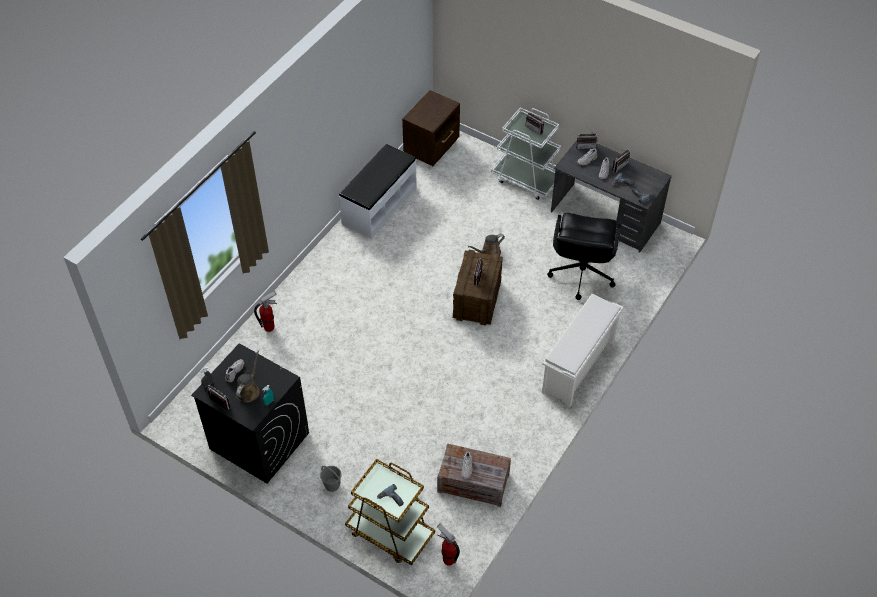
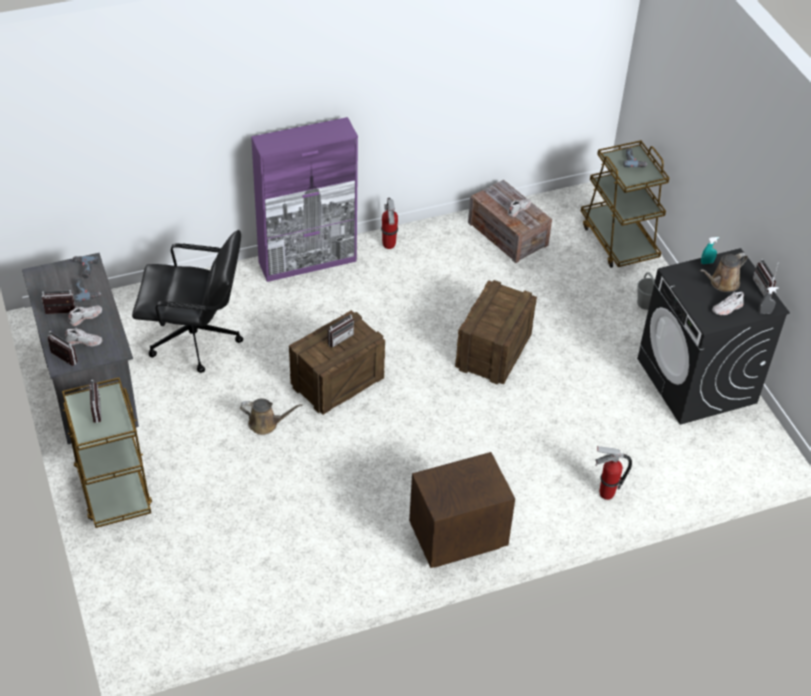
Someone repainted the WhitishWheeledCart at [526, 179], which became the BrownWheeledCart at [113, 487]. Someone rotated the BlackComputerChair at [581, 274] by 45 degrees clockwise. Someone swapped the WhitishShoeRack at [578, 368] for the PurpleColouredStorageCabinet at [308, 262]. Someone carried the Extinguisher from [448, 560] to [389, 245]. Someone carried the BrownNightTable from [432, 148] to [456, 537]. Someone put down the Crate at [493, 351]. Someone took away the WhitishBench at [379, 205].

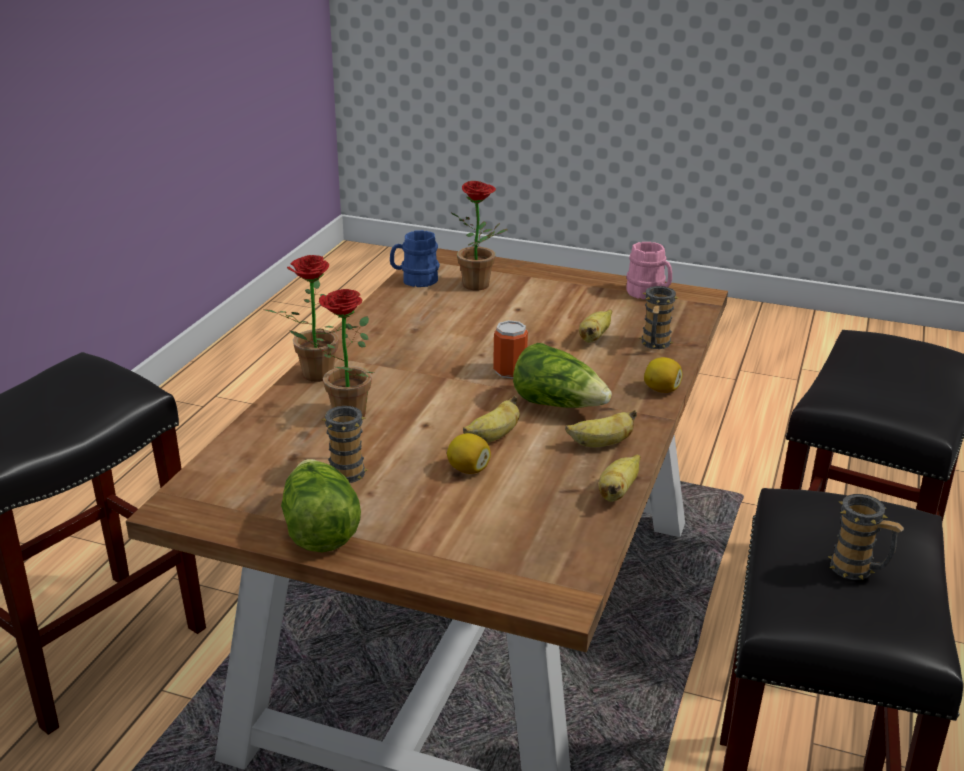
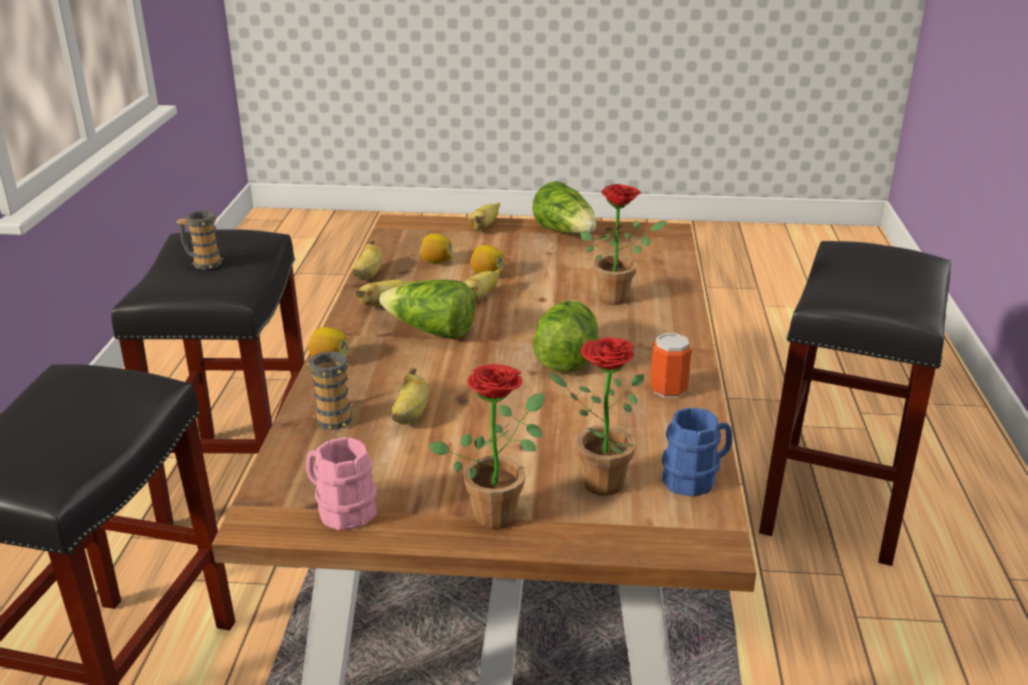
Someone put down the WholeLemon at [436, 262]. Someone carried the Houseplant from [313, 377] to [498, 510]. Someone put down the WholeBanana at [484, 227]. Someone put down the LettuceHead at [565, 356]. Someone carried the Can from [510, 371] to [668, 389]. Someone took away the CoffeeMug at [347, 469].

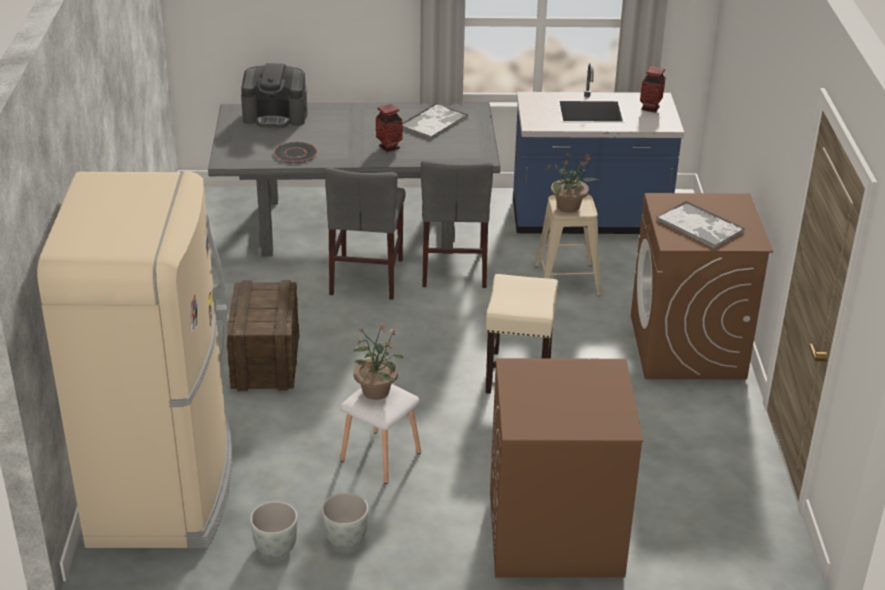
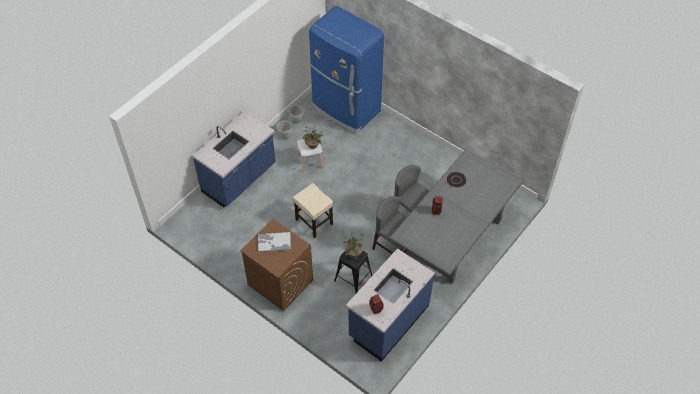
Someone swapped the BrownWashingMachine at [554, 534] for the BlueCounter at [239, 179]. Someone repainted the SandColouredRefrigerator at [164, 486], which became the BlueRefrigerator at [345, 109]. Someone repainted the SandColouredSittingStool at [567, 281], which became the BlackSittingStool at [353, 278]. Someone took away the Crate at [265, 361]. Someone took away the CoffeeBrewer at [276, 116]. Someone took away the Tray at [434, 122].

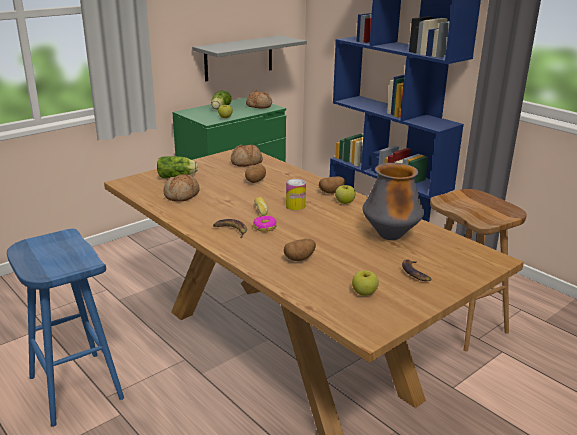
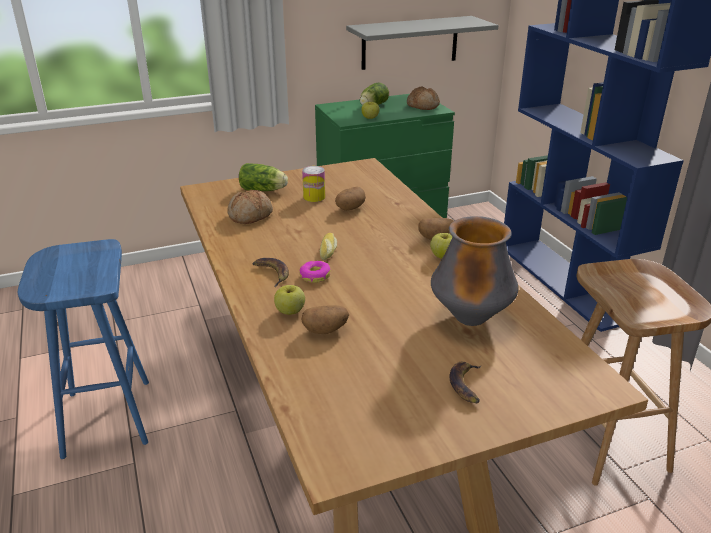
Someone carried the AppleFruit from [364, 293] to [290, 311]. Someone carried the Can from [295, 206] to [314, 197]. Someone took away the BakedBread at [246, 162].

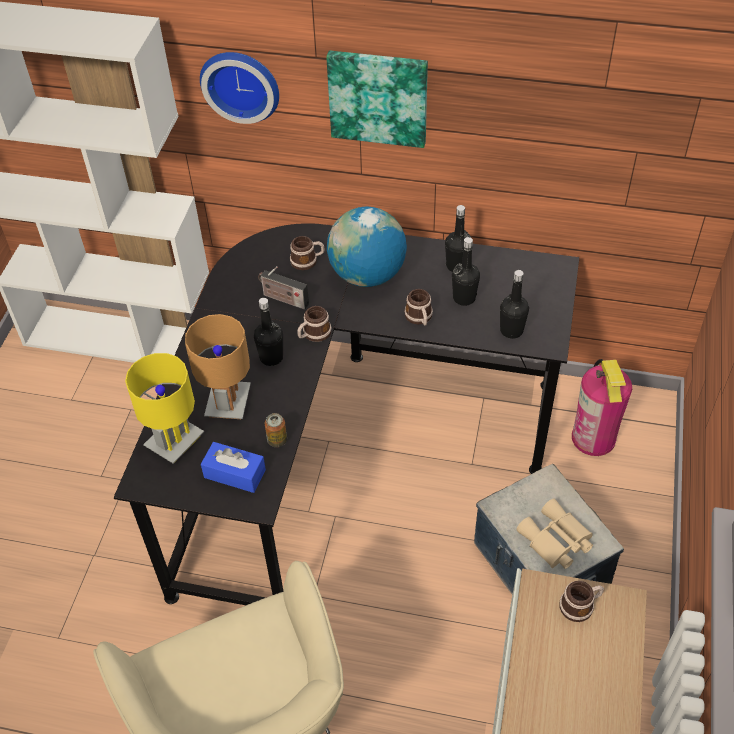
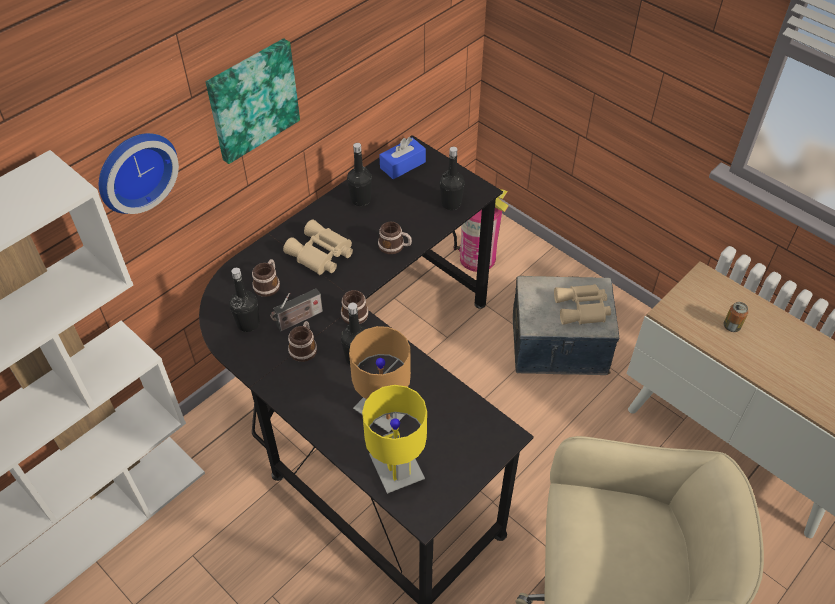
Someone carried the BlackBeverageBottle from [464, 298] to [248, 323]. Someone swapped the WorldGlobe at [367, 275] for the SandColouredBinoculars at [320, 255]. Someone carried the CoffeeMug from [580, 605] to [304, 347]. Someone carried the BlueTissueBox from [234, 474] to [402, 165]. Someone carried the Can from [277, 440] to [731, 326].

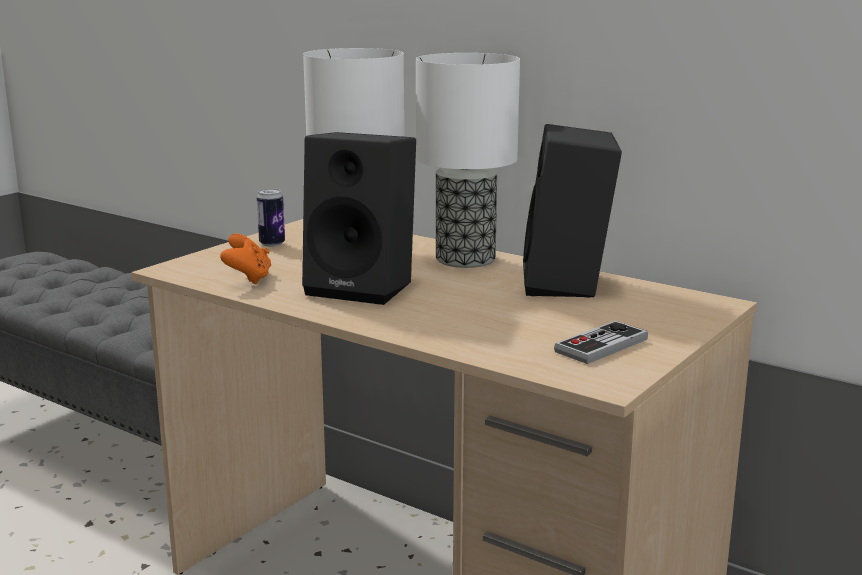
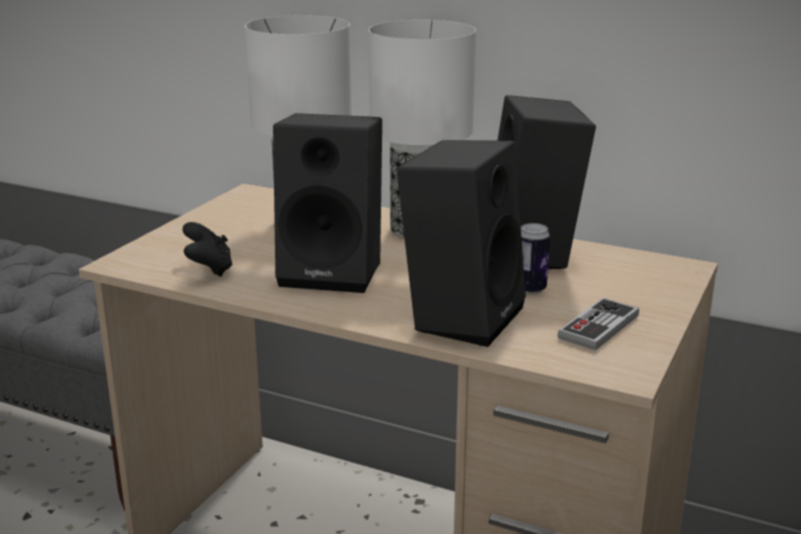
Someone repainted the OrangeyJoypad at [248, 278], which became the BlackJoypad at [209, 269]. Someone put down the BlackAudioSpeaker at [460, 316]. Someone carried the Can from [272, 244] to [530, 289].

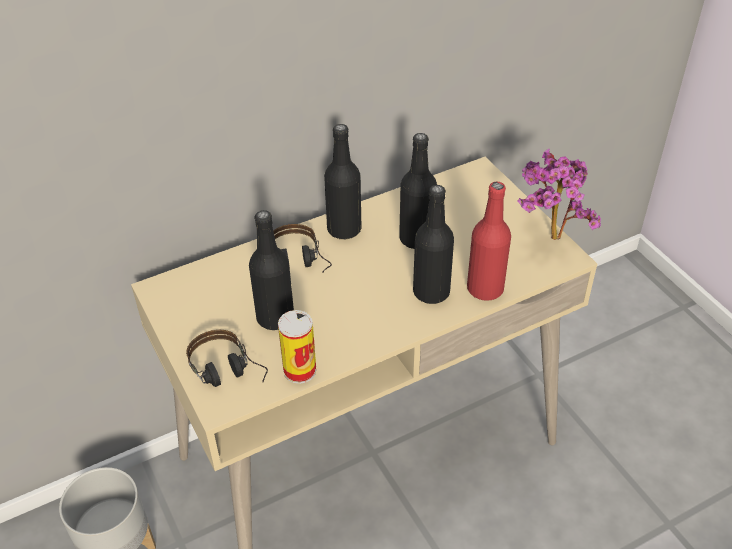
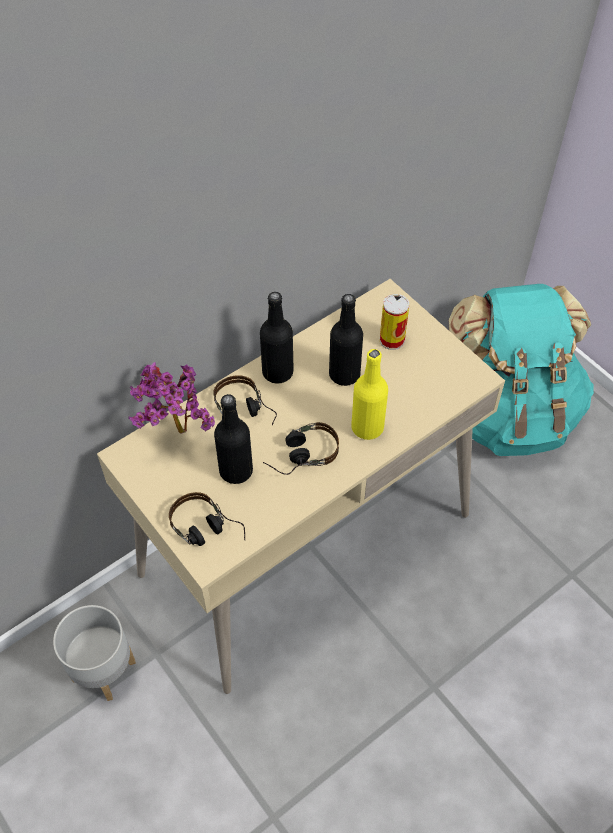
Someone carried the Houseplant from [547, 240] to [175, 434]. Someone put down the Headset at [299, 455]. Someone repainted the BlackBeverageBottle at [431, 292], which became the YellowBeverageBottle at [367, 427]. Someone carried the Can from [299, 370] to [392, 340]. Someone put down the TurquoiseColouredKnapsack at [508, 414]. Someone took away the RedColouredBeverageBottle at [485, 289].

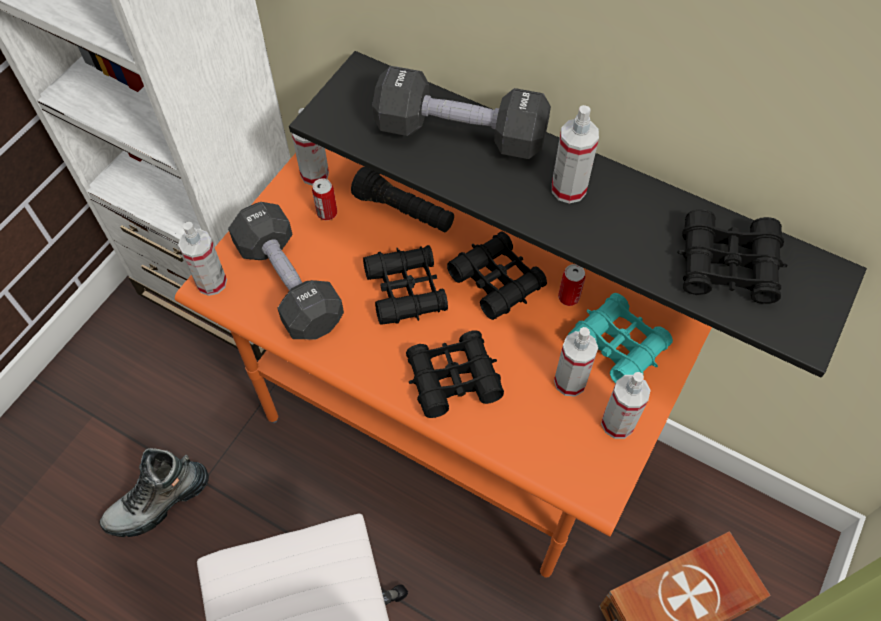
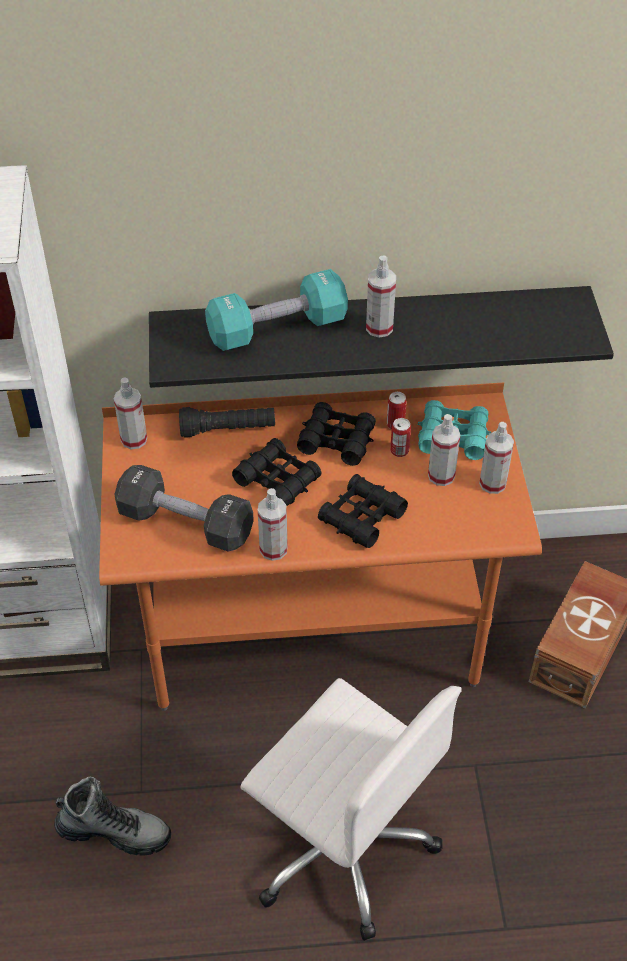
Someone rotated the TallBoot at [158, 502] by 105 degrees counterclockwise. Someone repainted the BlackDumbbell at [460, 134], which became the TurquoiseColouredDumbbell at [277, 329]. Someone carried the SprayBottle from [211, 282] to [273, 549]. Someone carried the Can from [327, 213] to [399, 451]. Someone took away the BlackBinoculars at [727, 266].

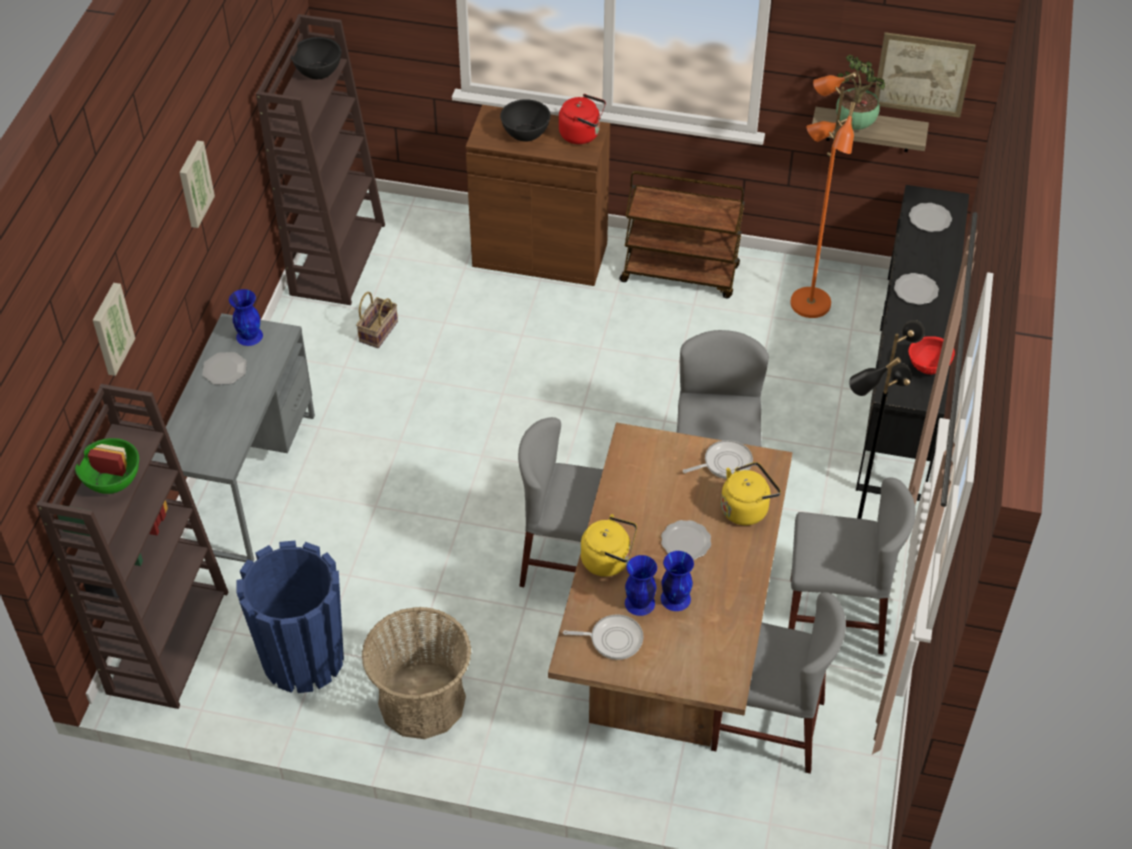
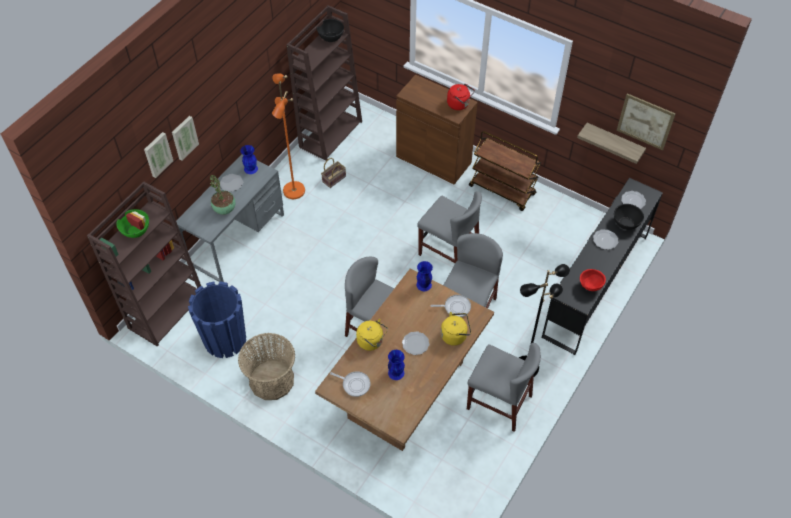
Someone carried the WallPicture from [194, 184] to [184, 137]. Someone carried the Houseplant from [856, 125] to [225, 210]. Someone carried the OrangeyFloorLamp from [809, 304] to [293, 190]. Someone carried the GrayChair from [767, 725] to [448, 252]. Someone carried the BlueFlowerVase from [639, 603] to [423, 285]. Someone carried the BlackServingBowl from [525, 133] to [626, 223].

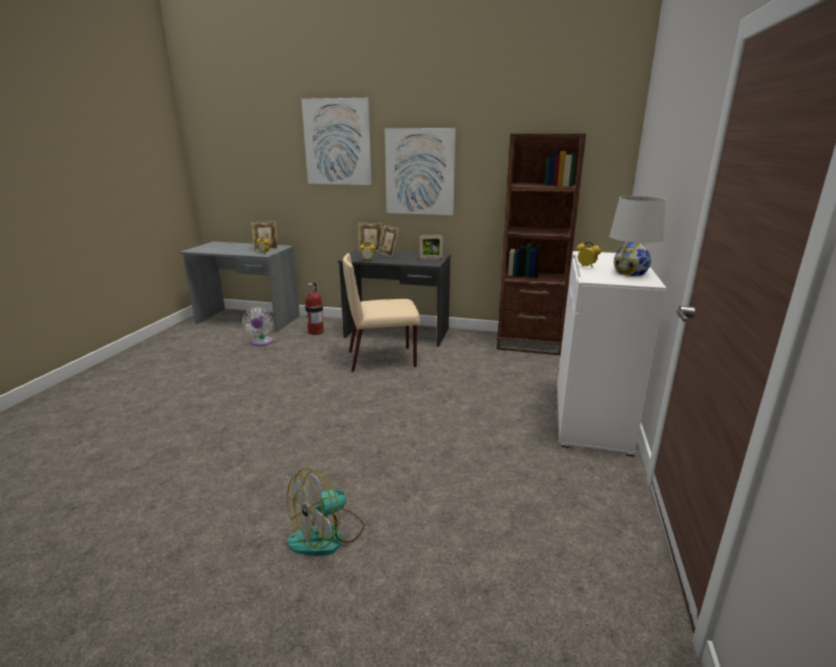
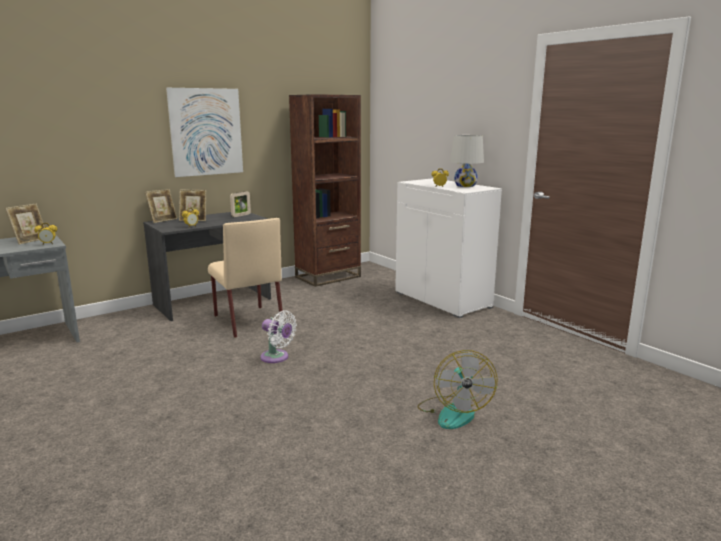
Someone rotated the SandColouredChair at [383, 359] by 60 degrees counterclockwise. Someone carried the WhitishElectricFan from [261, 342] to [277, 358]. Someone took away the WallPicture at [337, 142]. Someone took away the Extinguisher at [316, 332].

